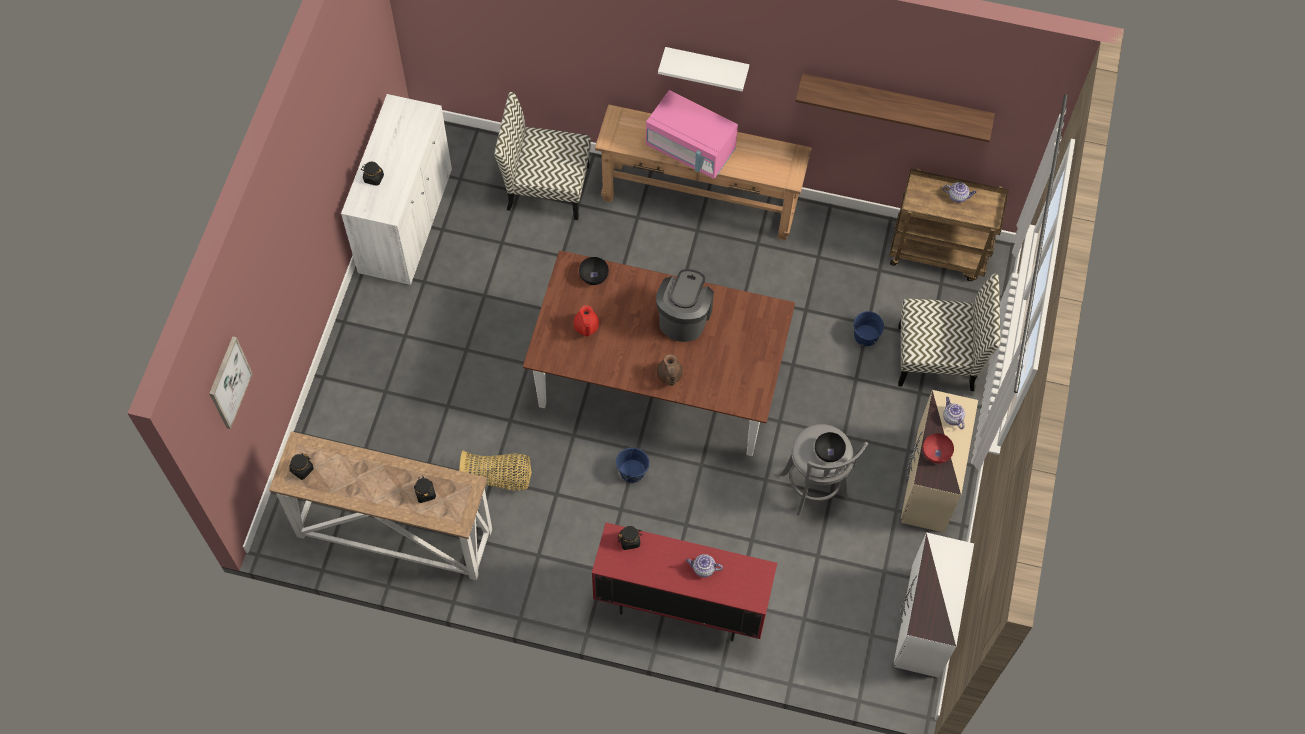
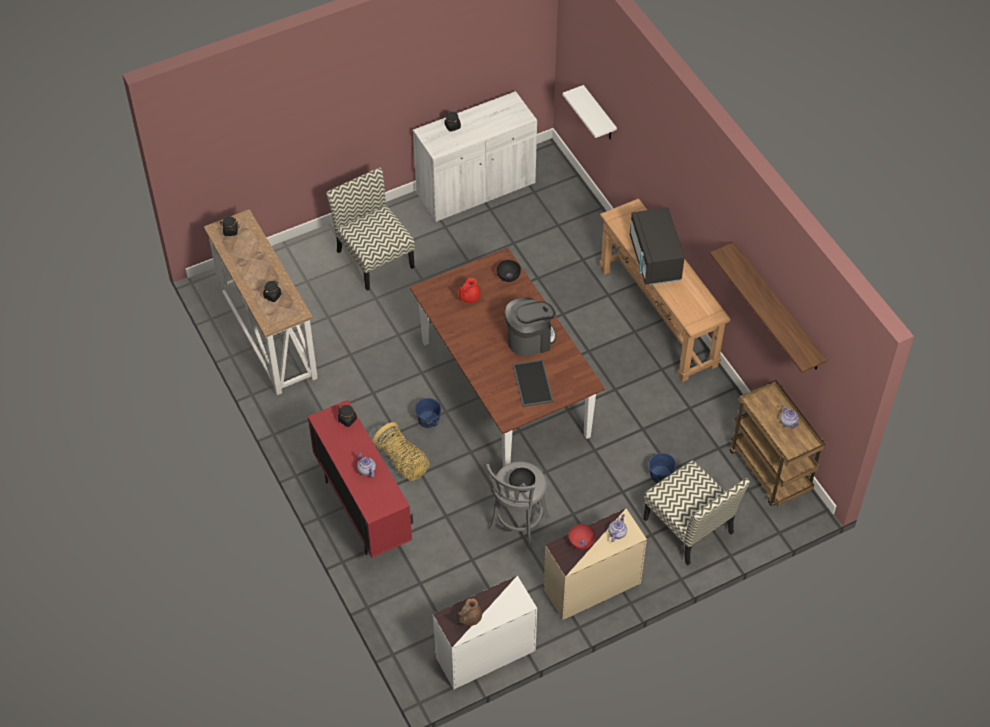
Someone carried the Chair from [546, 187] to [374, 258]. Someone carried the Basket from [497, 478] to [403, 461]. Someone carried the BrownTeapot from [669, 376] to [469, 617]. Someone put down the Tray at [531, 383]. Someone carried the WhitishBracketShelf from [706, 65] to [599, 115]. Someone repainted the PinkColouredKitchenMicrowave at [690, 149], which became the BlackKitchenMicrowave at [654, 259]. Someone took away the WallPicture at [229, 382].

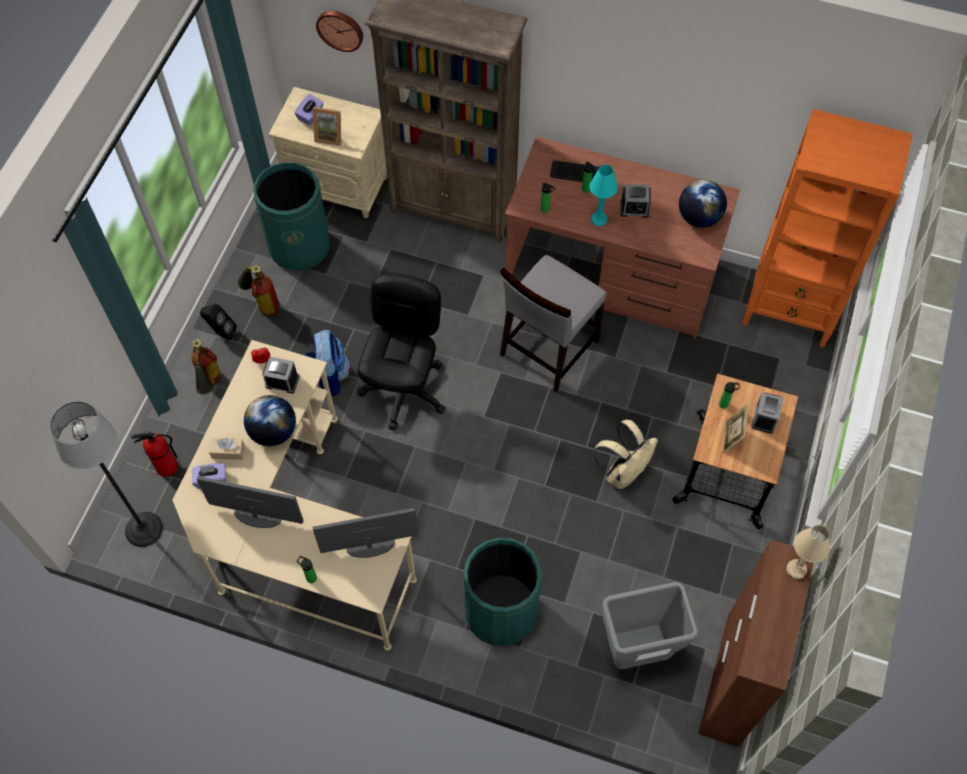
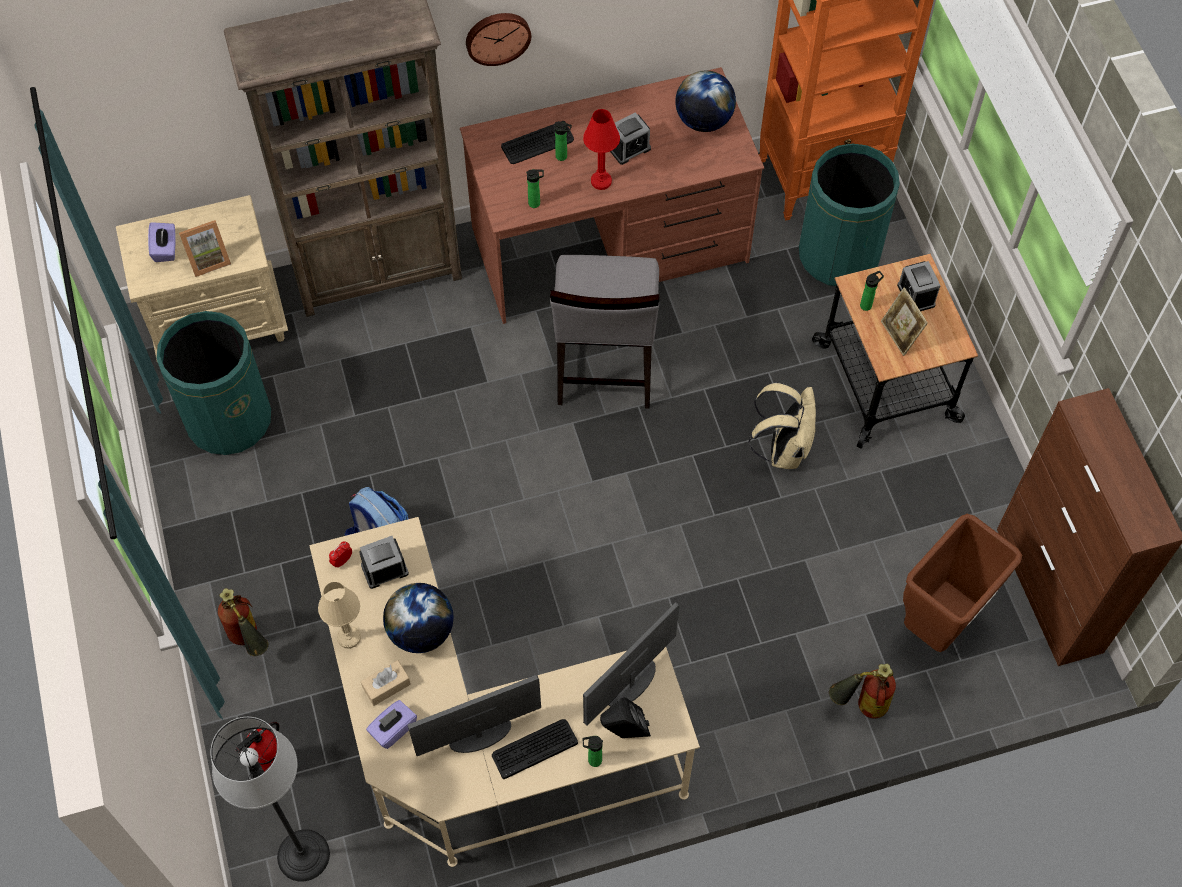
Someone carried the SandColouredLampForATable from [796, 569] to [349, 637]. Someone carried the HangingClock from [340, 29] to [497, 36]. Someone put down the PcKeyboard at [534, 748]. Someone repainted the TurquoiseColouredLampForATable at [599, 219], which became the RedColouredLampForATable at [601, 181]. Someone carried the BlackAudioSpeaker from [221, 332] to [624, 733]. Someone carried the GreenishWasteBin from [500, 612] to [838, 255]. Someone carried the Extinguisher from [263, 304] to [859, 706]. Someone repainted the GrayWasteBin at [636, 651], which became the BrownWasteBin at [937, 625]. Someone took away the BlackComputerChair at [405, 390].

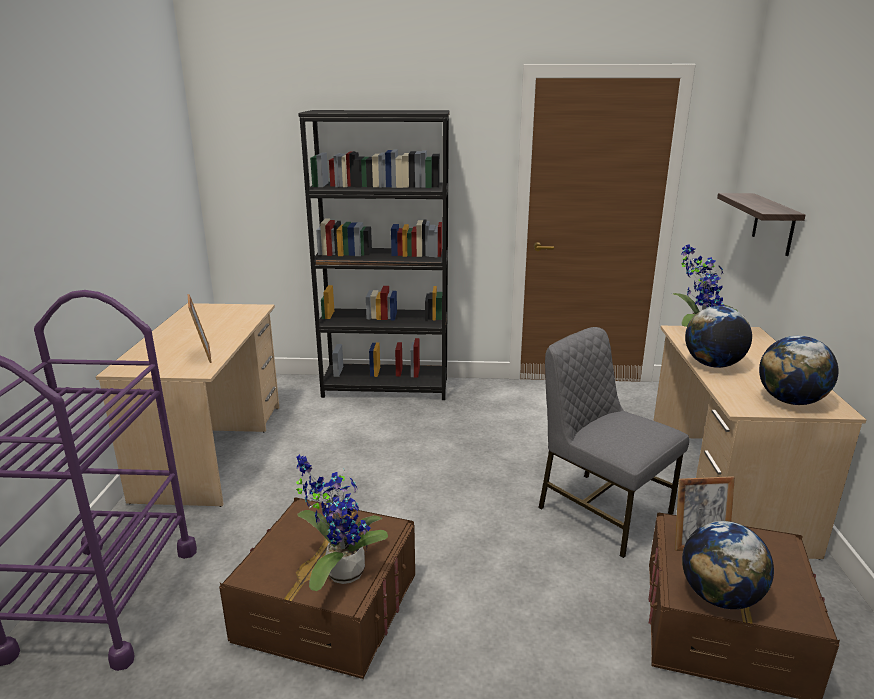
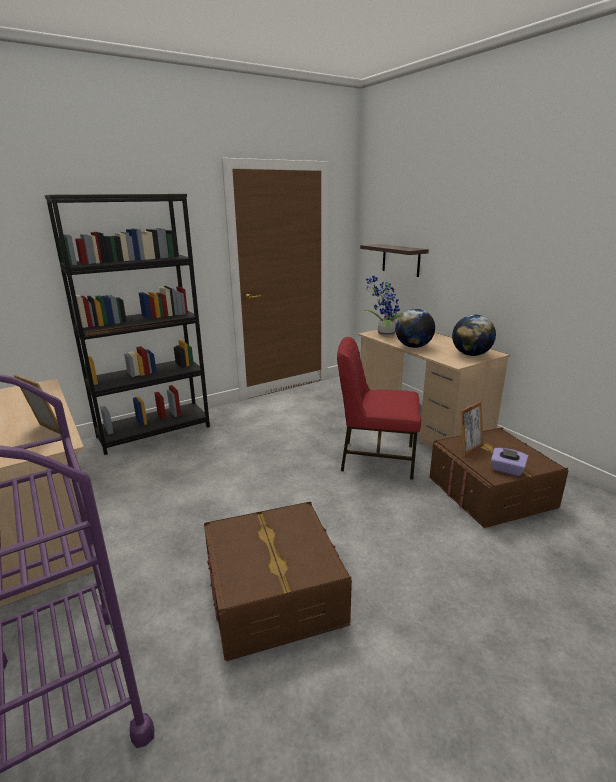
Someone repainted the GrayChair at [602, 510], which became the RedColouredChair at [376, 458]. Someone swapped the WorldGlobe at [720, 597] for the PurpleColouredTissueBox at [507, 470]. Someone took away the Houseplant at [340, 571].

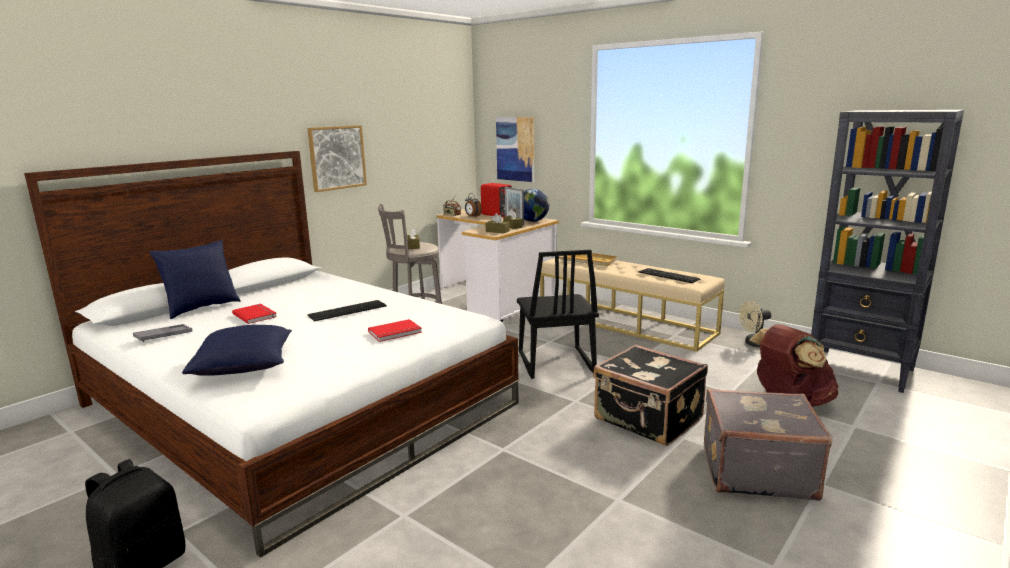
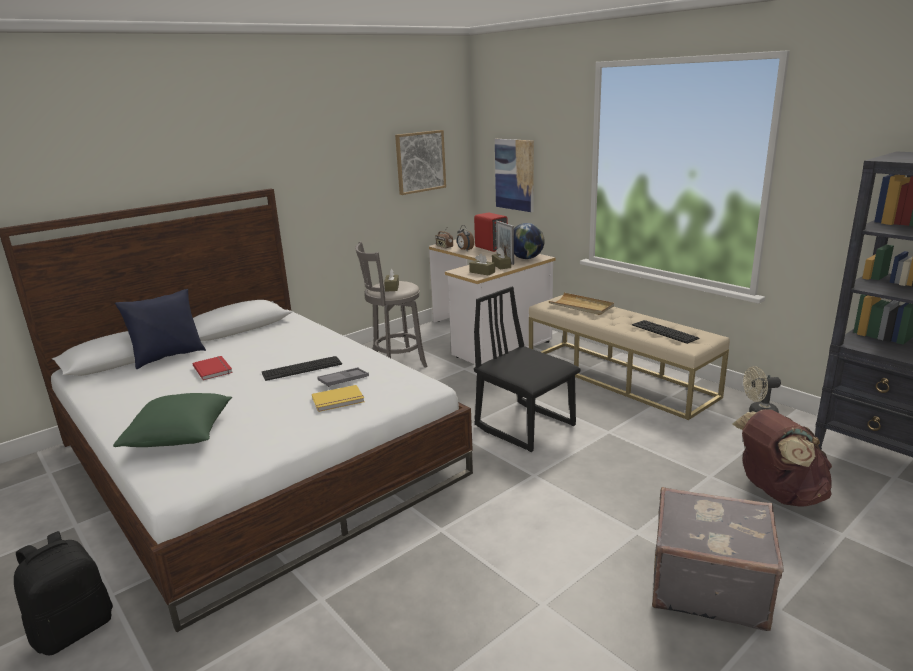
Someone repainted the BlueCushion at [245, 367], which became the GreenishCushion at [181, 437]. Someone repainted the RedColouredBoundBook at [396, 332], which became the YellowBoundBook at [338, 400]. Someone carried the GrayTray from [163, 336] to [343, 380]. Someone carried the WallPicture from [337, 157] to [420, 162]. Someone rotated the BlackChair at [555, 363] by 135 degrees clockwise. Someone took away the BlackTravelCase at [648, 420].

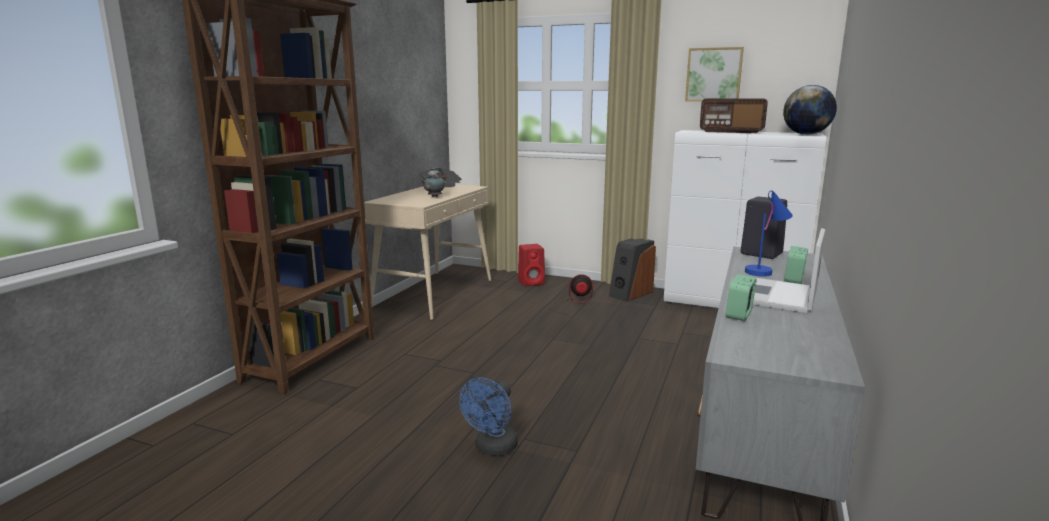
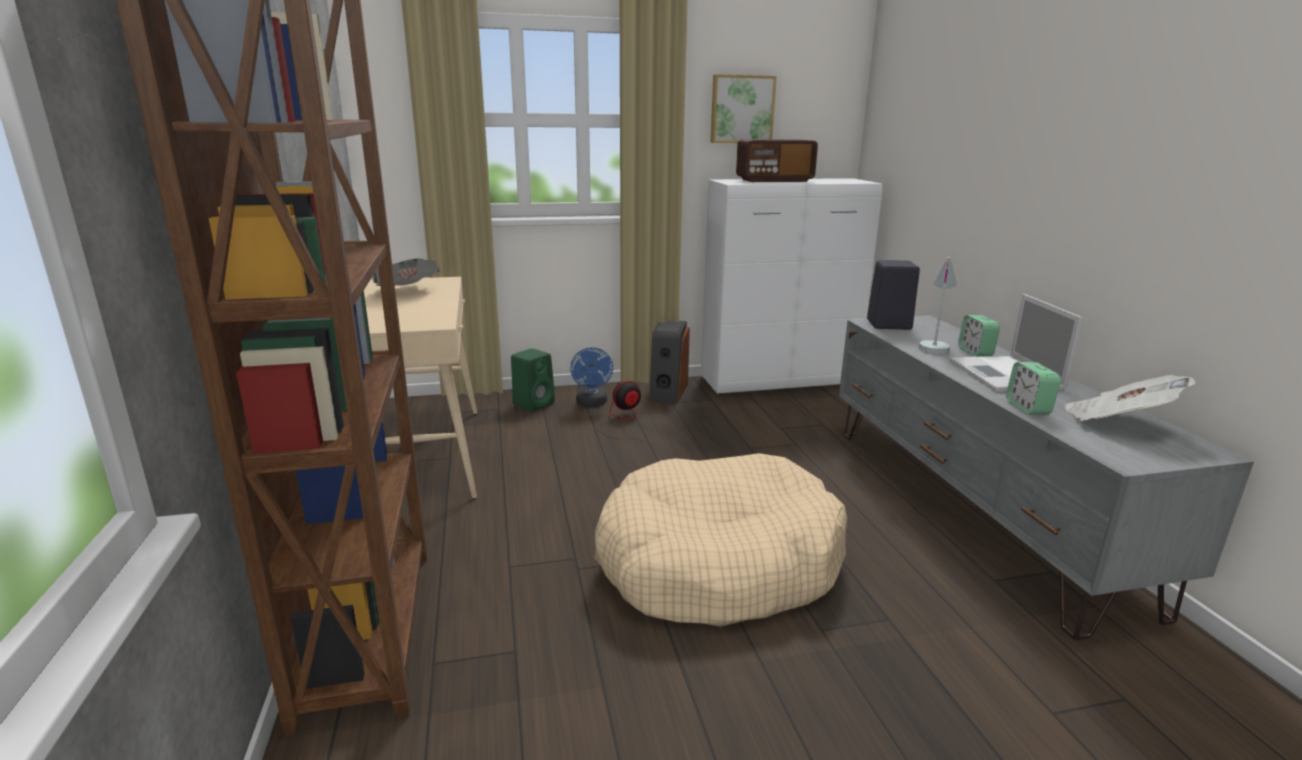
Someone repainted the RedColouredAudioSpeaker at [532, 282], which became the GreenishAudioSpeaker at [534, 403]. Someone carried the BlueElectricFan from [492, 448] to [592, 403]. Someone put down the SandColouredDogBed at [718, 563]. Someone repainted the BlueLampForATable at [765, 270], which became the WhitishLampForATable at [934, 345]. Someone put down the DailyPaper at [1117, 421]. Someone took away the Teapot at [434, 197]. Someone took away the WorldGlobe at [806, 134].

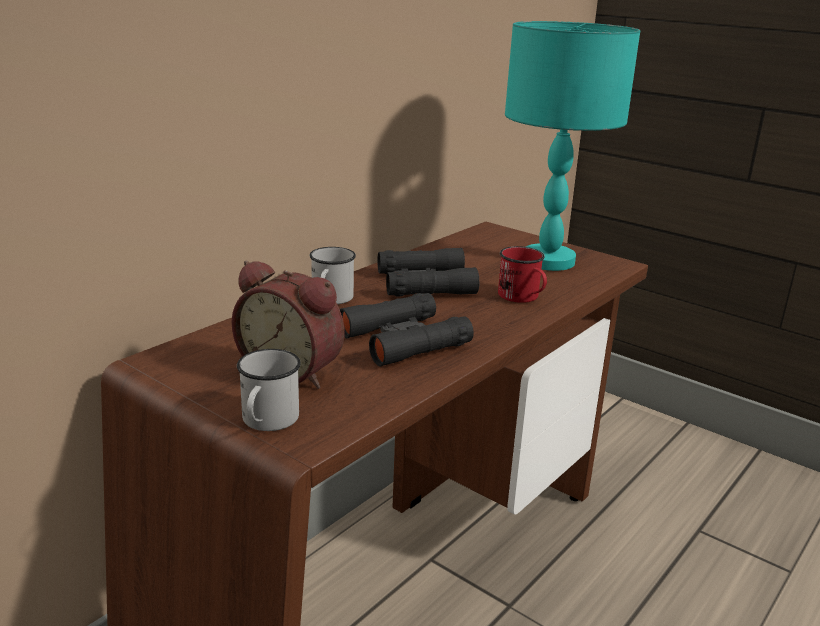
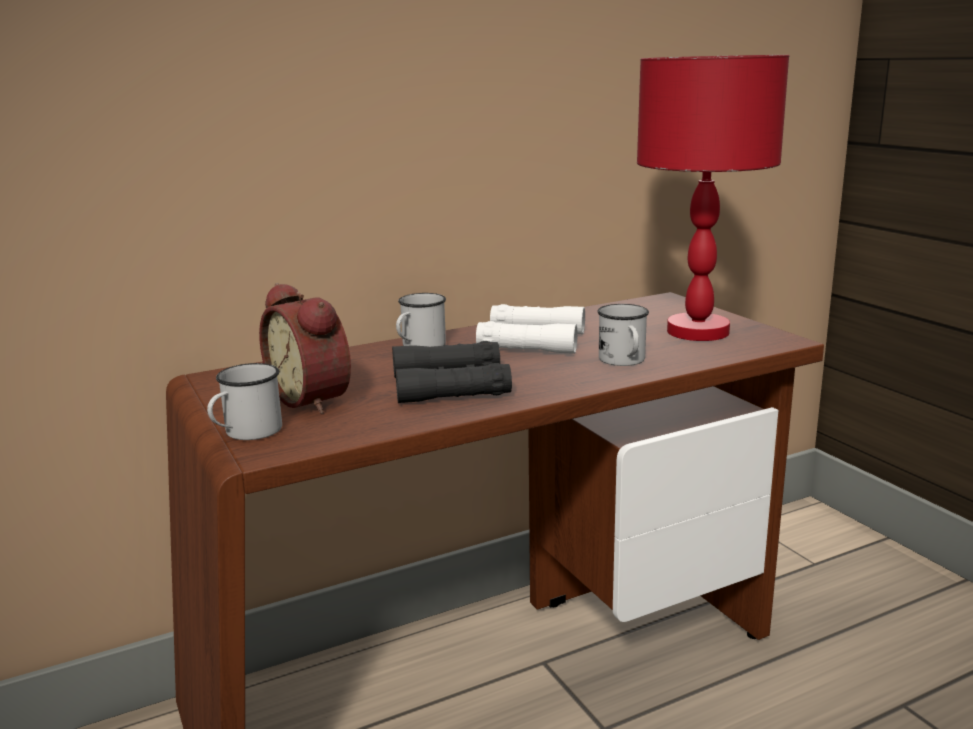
Someone repainted the BlackBinoculars at [425, 283], which became the WhitishBinoculars at [532, 341]. Someone repainted the RedColouredCoffeeMug at [522, 297], which became the WhitishCoffeeMug at [624, 361]. Someone repainted the TurquoiseColouredLampForATable at [547, 261], which became the RedColouredLampForATable at [696, 331].

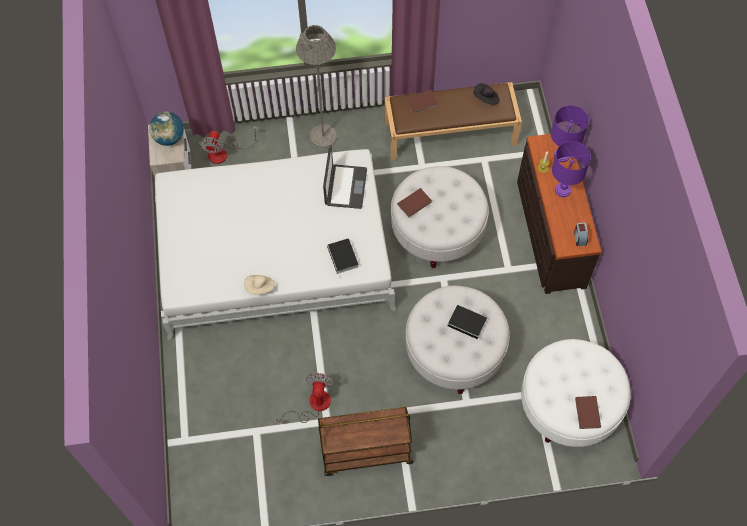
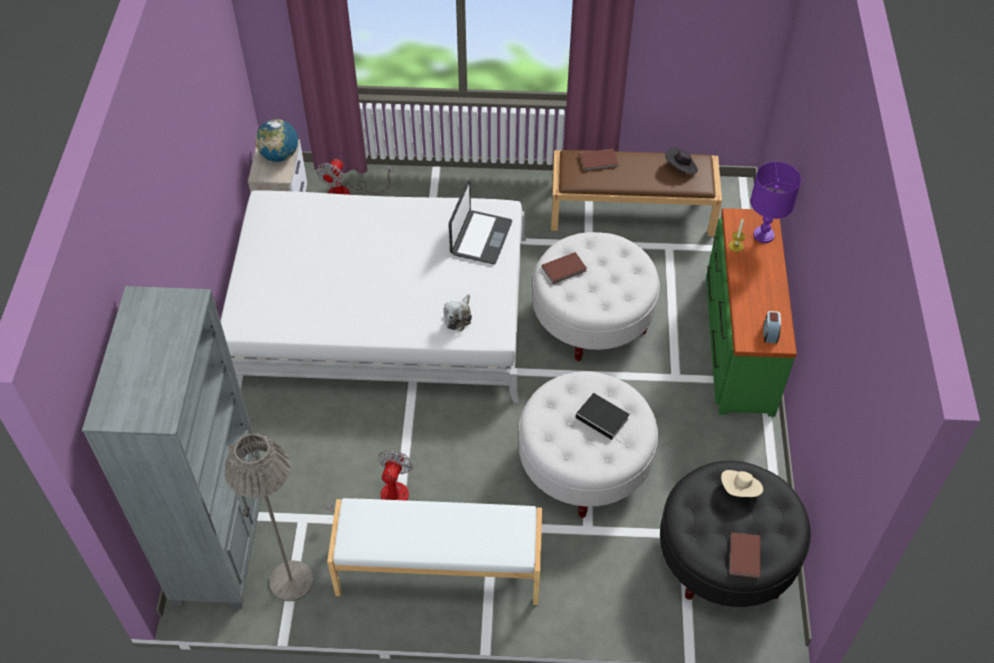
Someone put down the GrayShelvingUnit at [222, 542]. Someone carried the GrayFloorLamp from [323, 136] to [291, 581]. Someone swapped the BrownWheeledCart at [365, 453] for the WhitishBench at [439, 570]. Someone swapped the BoundBook at [343, 258] for the PlushToy at [458, 317]. Someone repainted the WhitishFootrest at [569, 405], which became the BlackFootrest at [726, 557]. Someone repainted the BrownDresser at [549, 232], which became the GreenishDresser at [738, 342]. Someone carried the SandColouredWearableHat from [260, 287] to [740, 489]. Someone took away the PurpleColouredLampForATable at [563, 190].

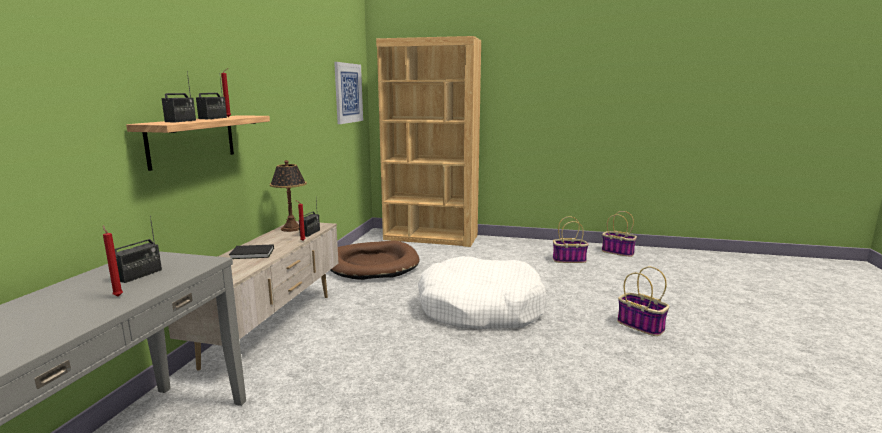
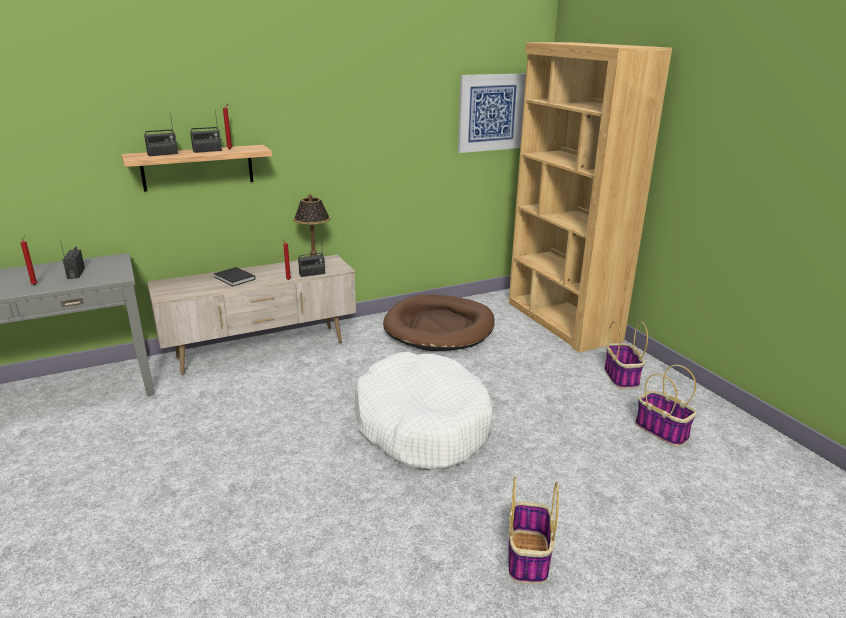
Someone rotated the Radio at [139, 275] by 90 degrees clockwise. Someone carried the Basket from [618, 252] to [621, 377].

